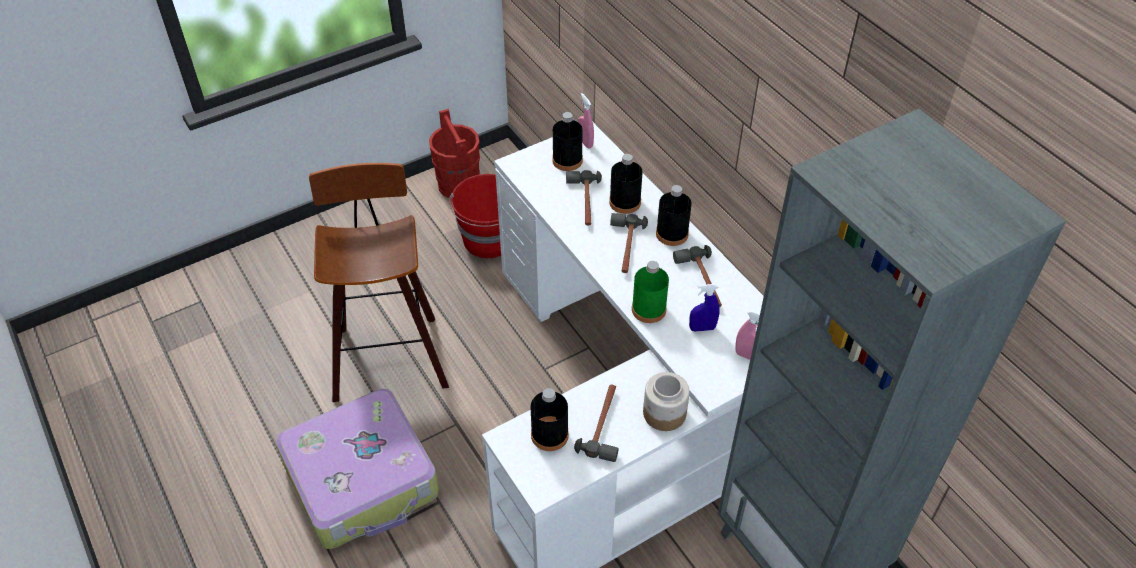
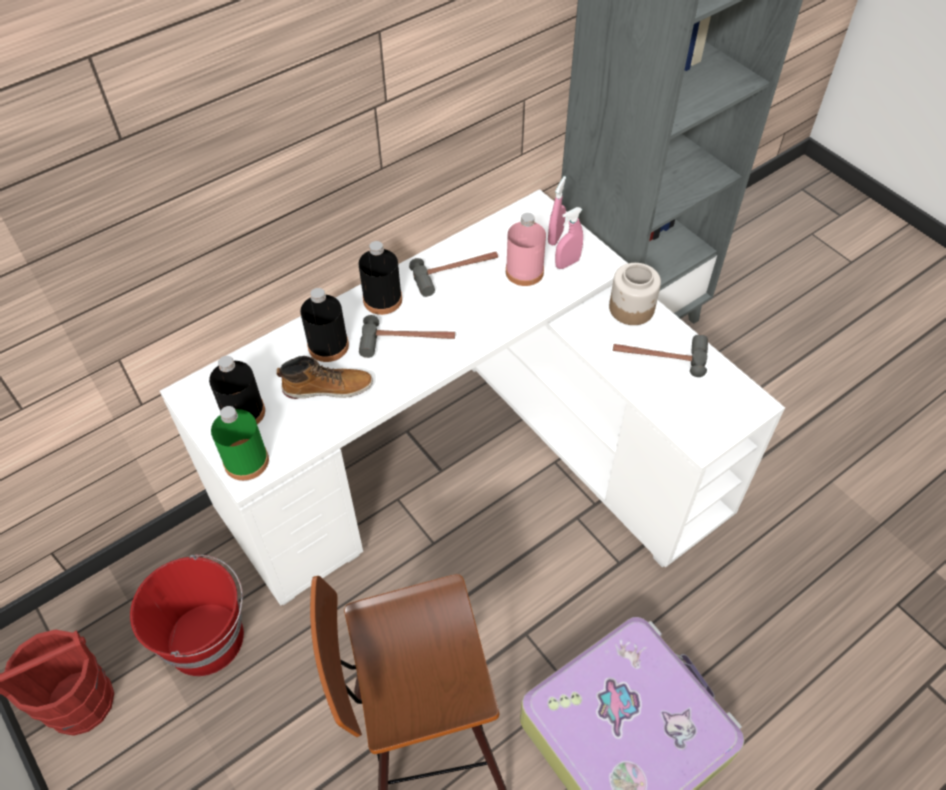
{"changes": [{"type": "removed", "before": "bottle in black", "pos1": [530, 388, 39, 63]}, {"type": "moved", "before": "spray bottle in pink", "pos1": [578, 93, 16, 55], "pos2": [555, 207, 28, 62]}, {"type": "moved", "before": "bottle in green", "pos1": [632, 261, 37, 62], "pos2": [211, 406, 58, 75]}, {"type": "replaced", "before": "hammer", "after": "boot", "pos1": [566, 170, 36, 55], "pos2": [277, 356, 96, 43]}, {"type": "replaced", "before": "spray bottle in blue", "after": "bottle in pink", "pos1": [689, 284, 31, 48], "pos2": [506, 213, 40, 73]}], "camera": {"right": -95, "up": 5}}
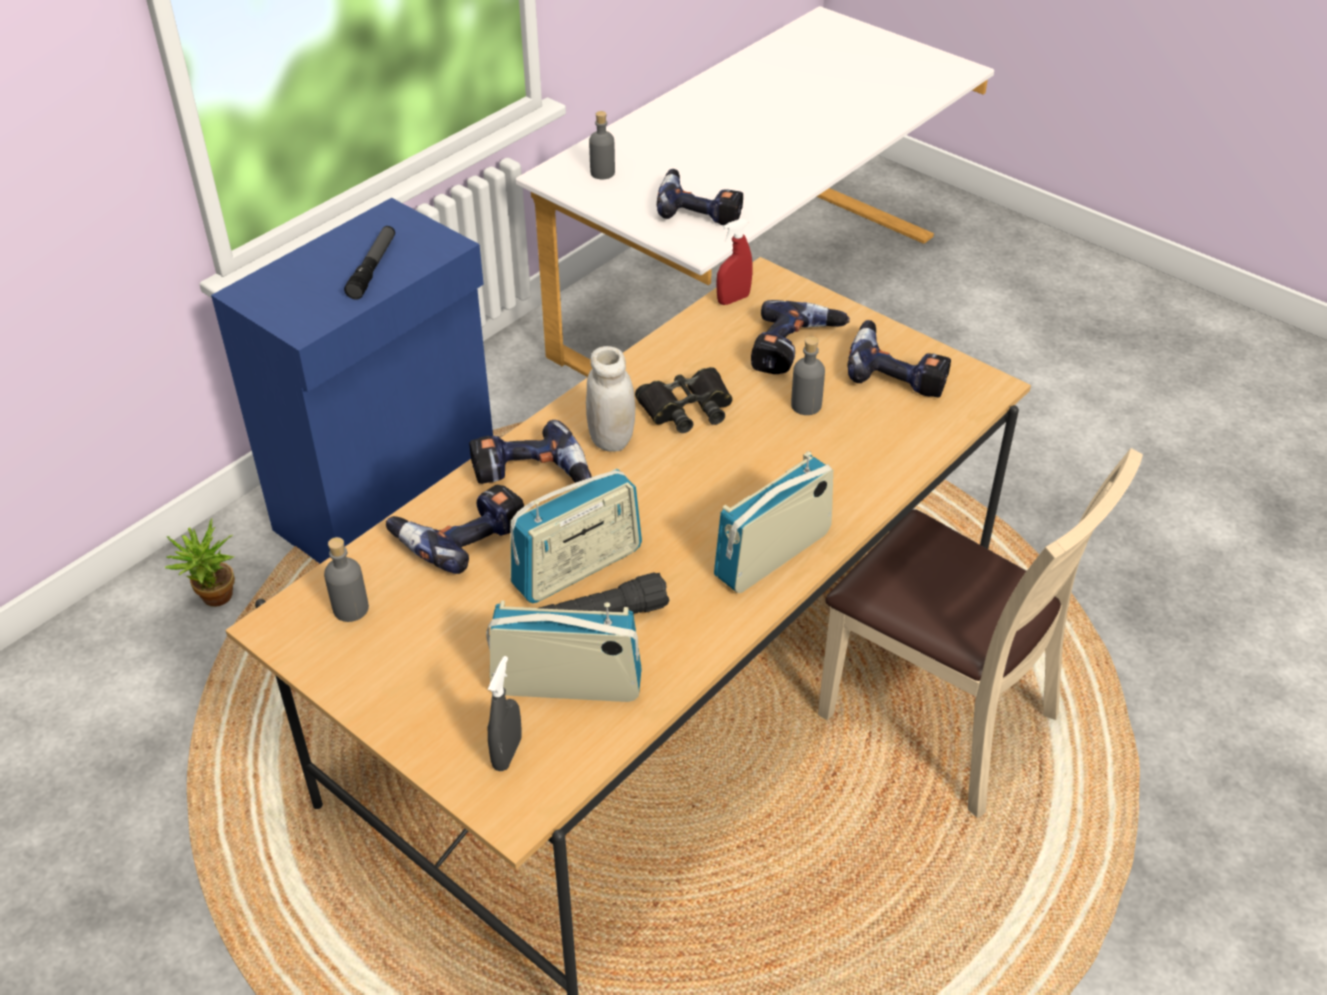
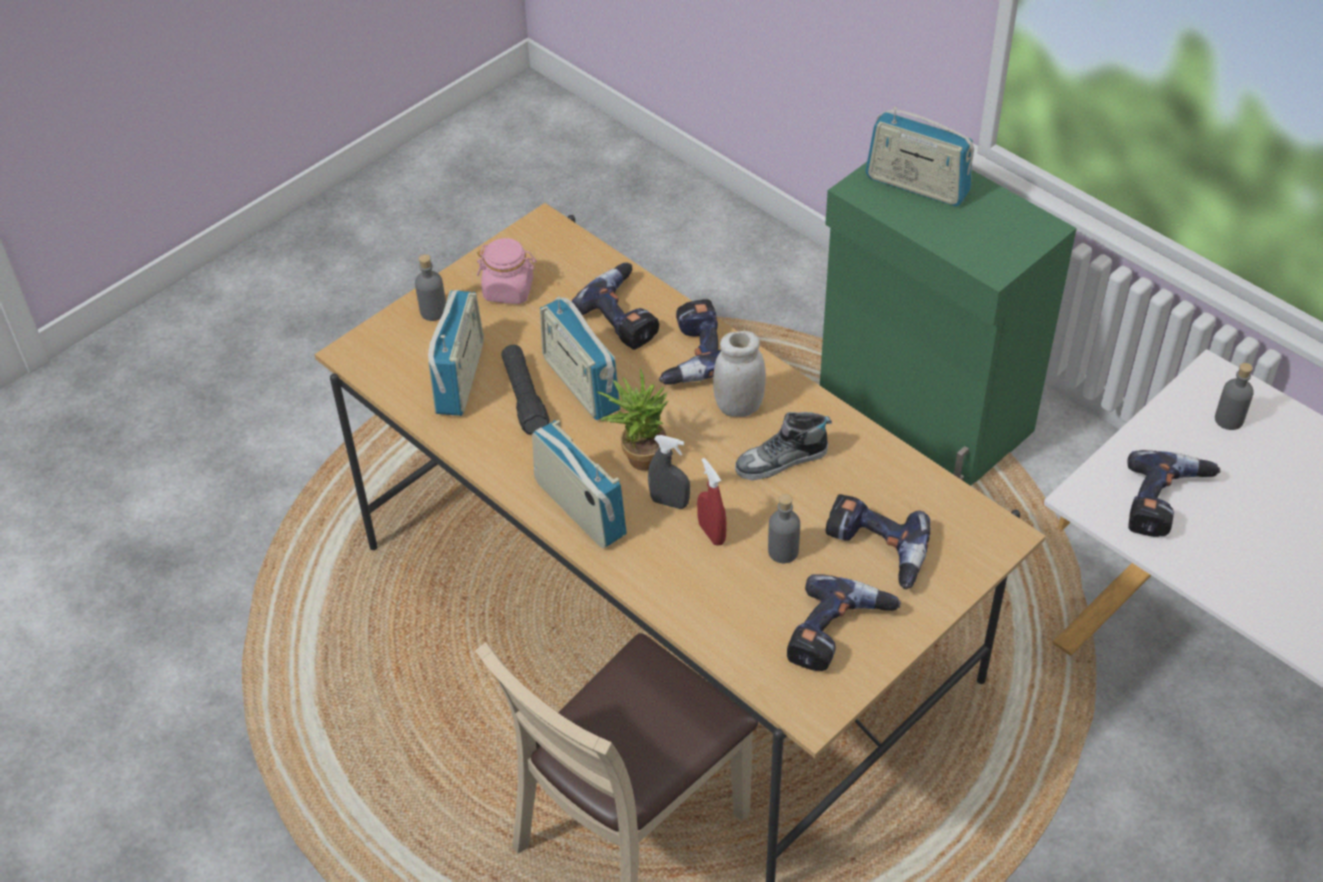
{"changes": [{"type": "removed", "before": "flashlight", "pos1": [344, 226, 51, 74]}, {"type": "added", "after": "jar in pink", "pos2": [477, 238, 59, 66]}, {"type": "added", "after": "radio", "pos2": [865, 107, 109, 99]}, {"type": "moved", "before": "potted plant", "pos1": [165, 518, 70, 89], "pos2": [597, 367, 72, 104]}, {"type": "moved", "before": "bottle in grey", "pos1": [324, 537, 45, 85], "pos2": [415, 254, 31, 67]}, {"type": "moved", "before": "spray bottle in grey", "pos1": [488, 656, 34, 115], "pos2": [648, 435, 42, 74]}, {"type": "moved", "before": "spray bottle in red", "pos1": [716, 218, 37, 87], "pos2": [697, 458, 30, 88]}, {"type": "replaced", "before": "binoculars in black", "after": "shoe", "pos1": [635, 367, 98, 66], "pos2": [735, 412, 97, 68]}, {"type": "recoloured", "before": "cabinet in blue", "after": "cabinet in green", "pos1": [211, 198, 282, 366], "pos2": [820, 162, 257, 324]}], "camera": {"right": 95, "up": 5}}
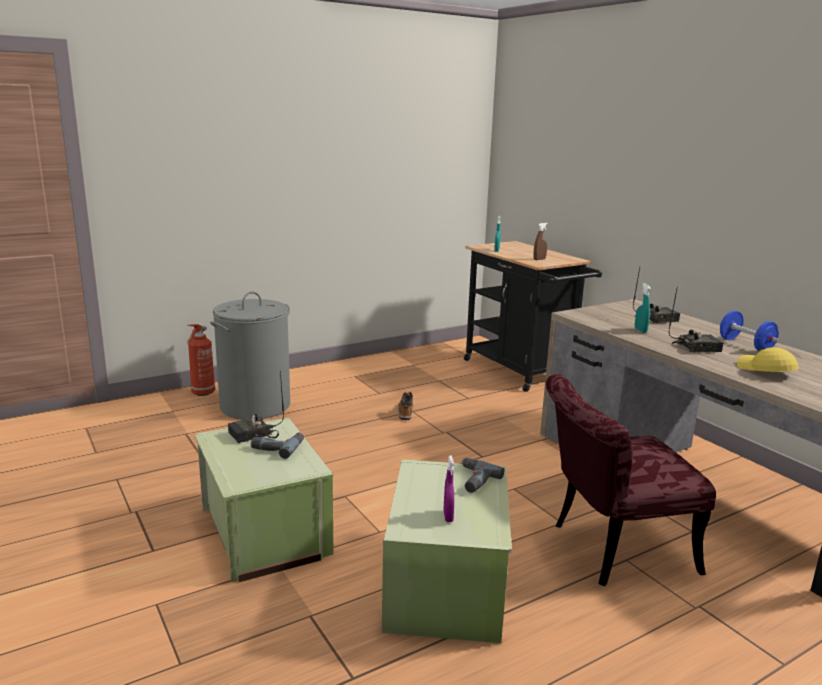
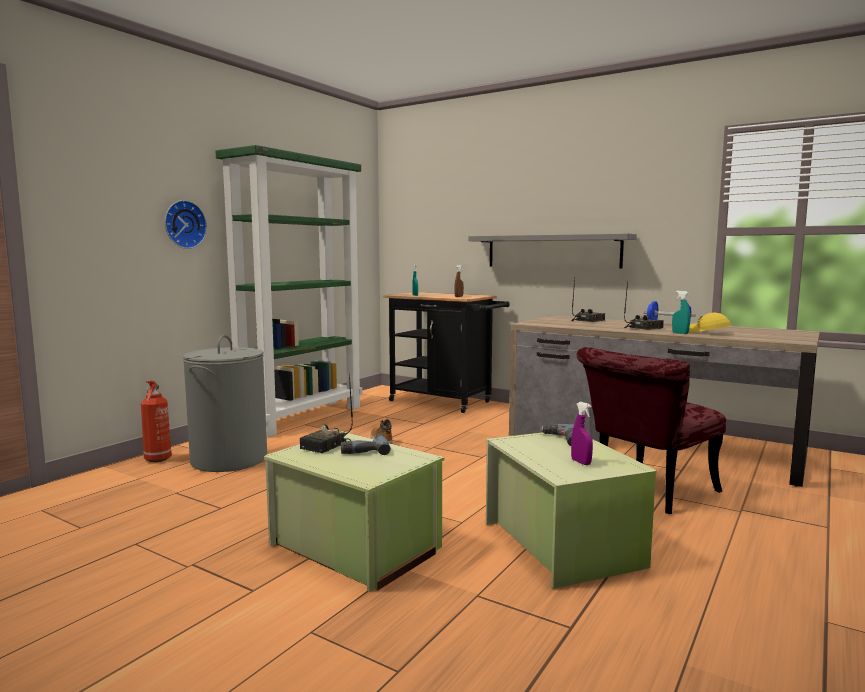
{"changes": [{"type": "added", "after": "wall clock", "pos2": [165, 200, 42, 49]}, {"type": "added", "after": "bookcase in green", "pos2": [216, 145, 147, 292]}, {"type": "added", "after": "shelf in grey", "pos2": [468, 233, 169, 35]}, {"type": "moved", "before": "spray bottle in turquoise", "pos1": [635, 283, 16, 50], "pos2": [672, 291, 18, 43]}], "camera": {"right": -25, "up": -10}}
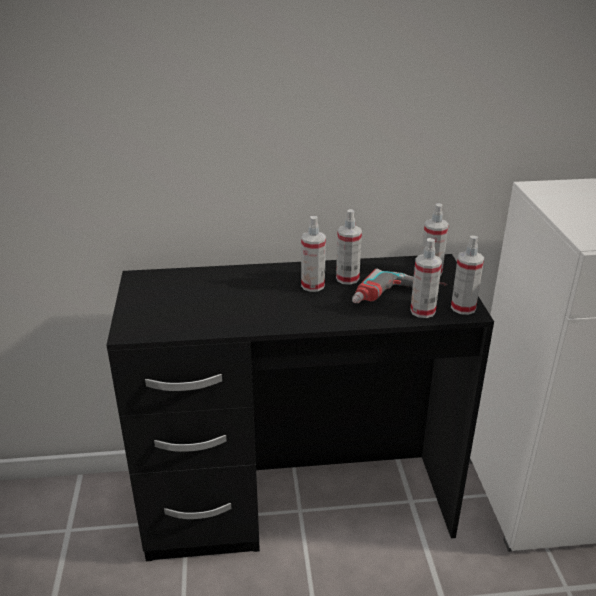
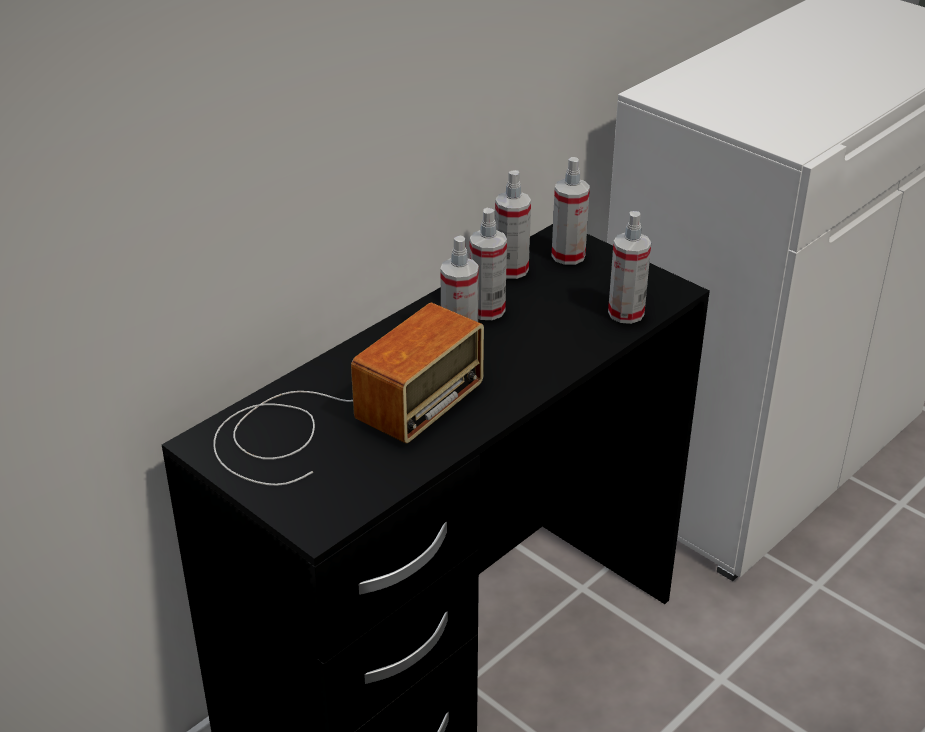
{"changes": [{"type": "removed", "before": "power drill", "pos1": [352, 268, 95, 35]}, {"type": "added", "after": "radio", "pos2": [213, 303, 271, 183]}, {"type": "moved", "before": "spray bottle", "pos1": [451, 236, 33, 79], "pos2": [495, 170, 36, 109]}], "camera": {"right": -40, "up": 5}}
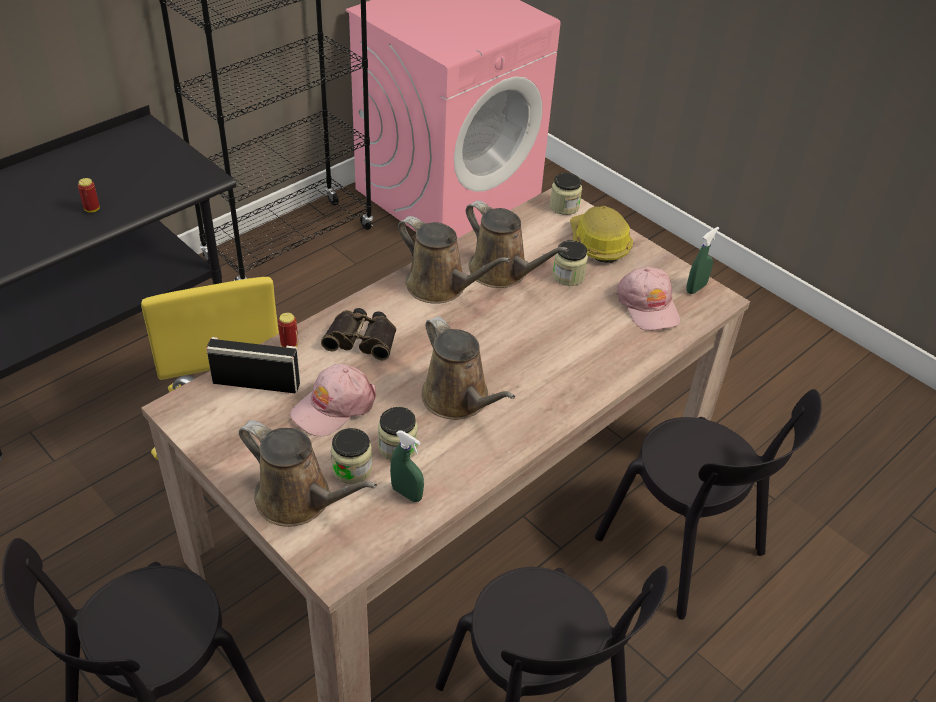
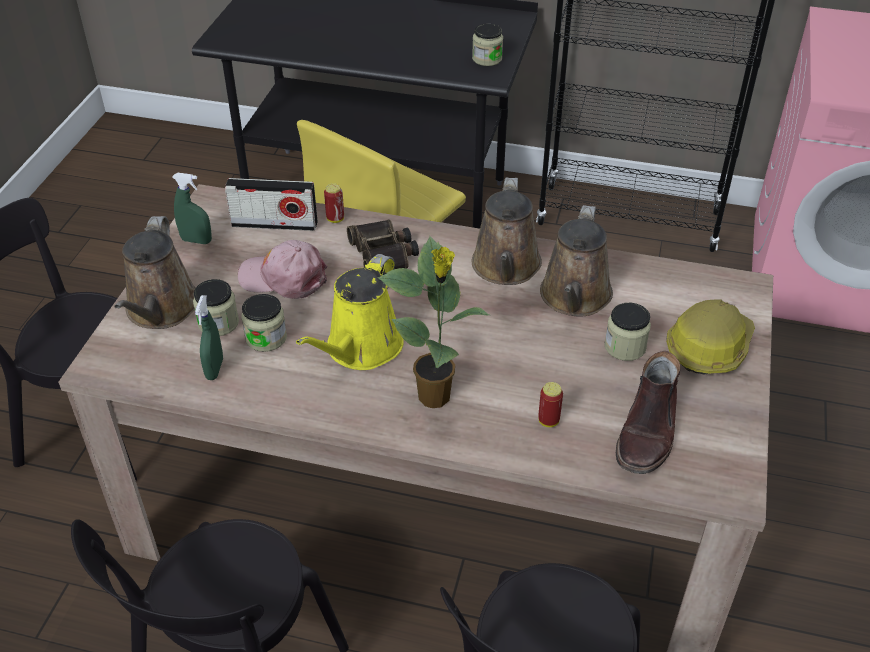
{"changes": [{"type": "added", "after": "potted plant", "pos2": [377, 236, 113, 172]}, {"type": "moved", "before": "can", "pos1": [78, 178, 22, 35], "pos2": [538, 382, 25, 45]}, {"type": "moved", "before": "jar", "pos1": [550, 173, 32, 42], "pos2": [472, 23, 31, 43]}, {"type": "moved", "before": "spray bottle in green", "pos1": [686, 227, 33, 67], "pos2": [172, 173, 40, 71]}, {"type": "replaced", "before": "cap in pink", "after": "boot in brown", "pos1": [617, 267, 63, 64], "pos2": [616, 351, 65, 123]}, {"type": "recoloured", "before": "watering can in brown", "after": "watering can in yellow", "pos1": [422, 316, 93, 104], "pos2": [296, 254, 108, 116]}, {"type": "turned", "before": "radio", "pos1": [206, 337, 94, 56], "pos2": [225, 178, 93, 53], "turn": 120}], "camera": {"right": 60, "up": 0}}
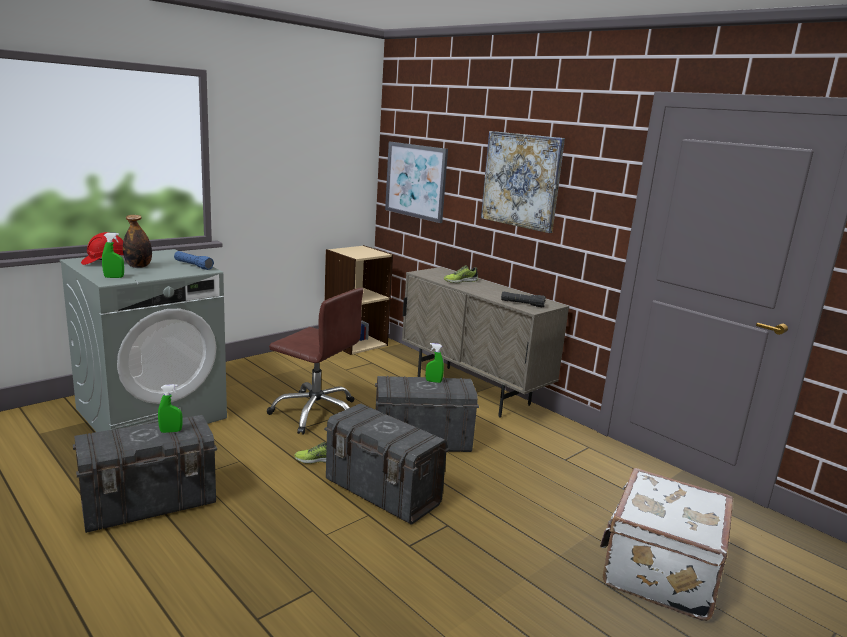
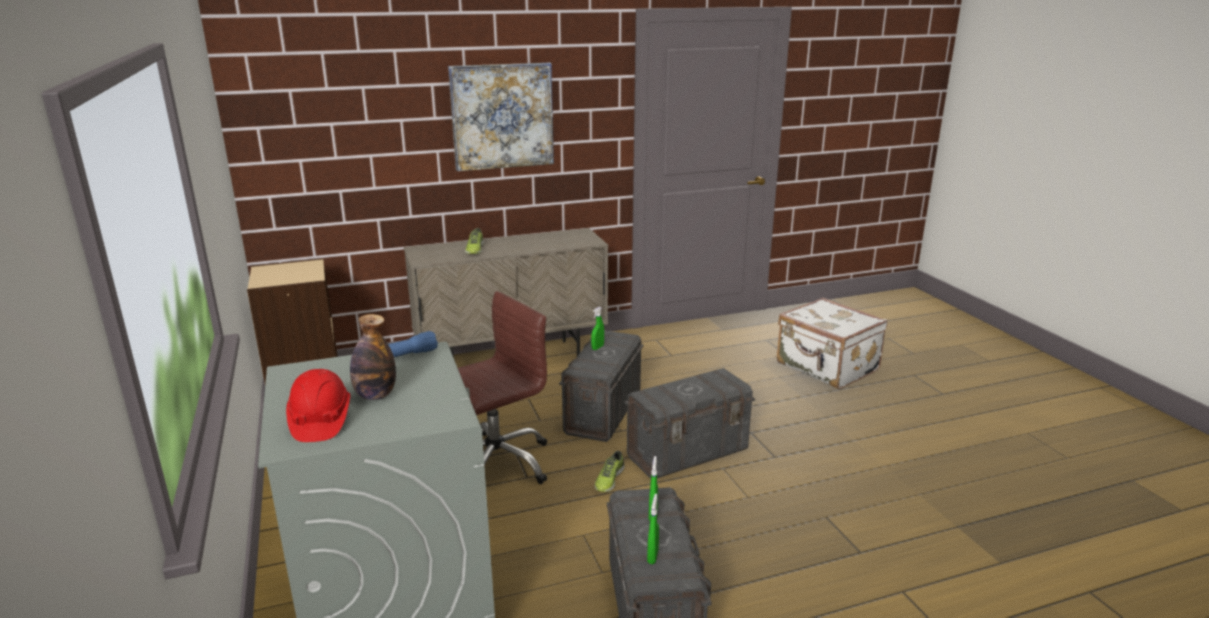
{"changes": [{"type": "removed", "before": "picture", "pos1": [385, 142, 63, 81]}, {"type": "removed", "before": "flashlight in black", "pos1": [501, 291, 45, 16]}, {"type": "moved", "before": "spray bottle in green", "pos1": [102, 233, 22, 45], "pos2": [647, 494, 12, 70]}], "camera": {"right": -65, "up": 5}}
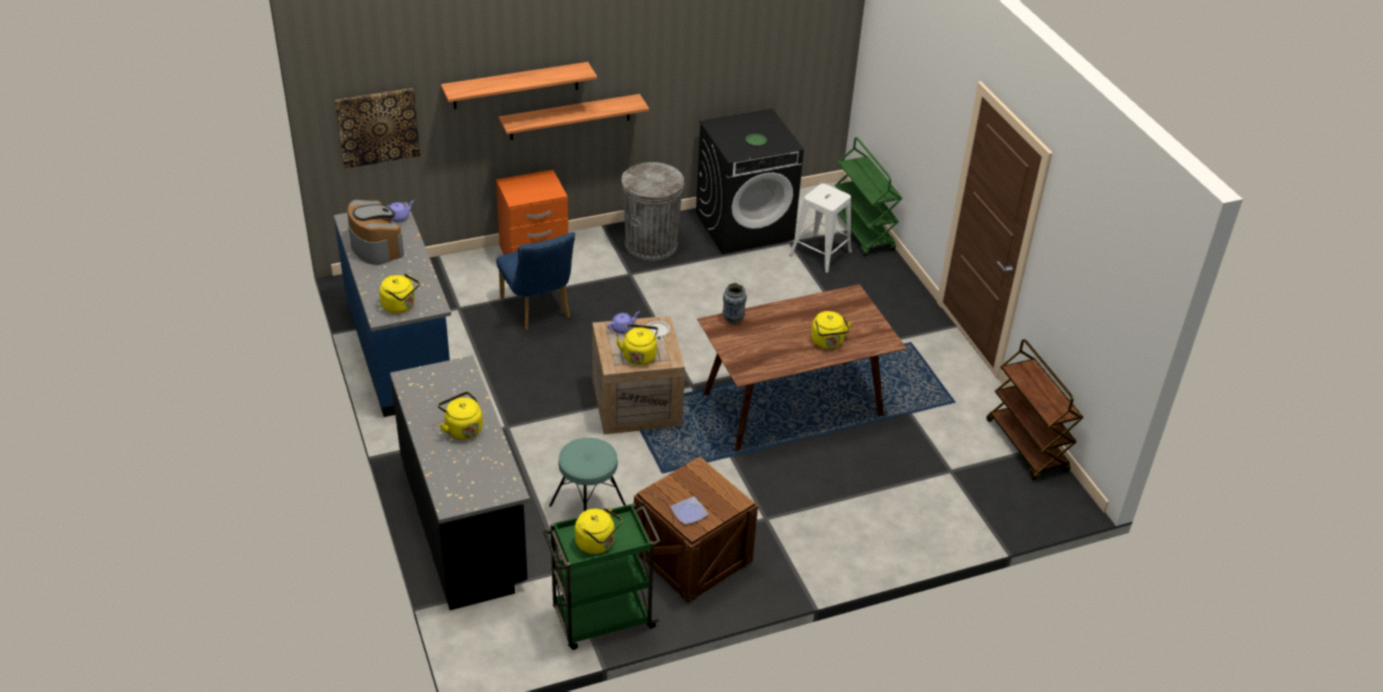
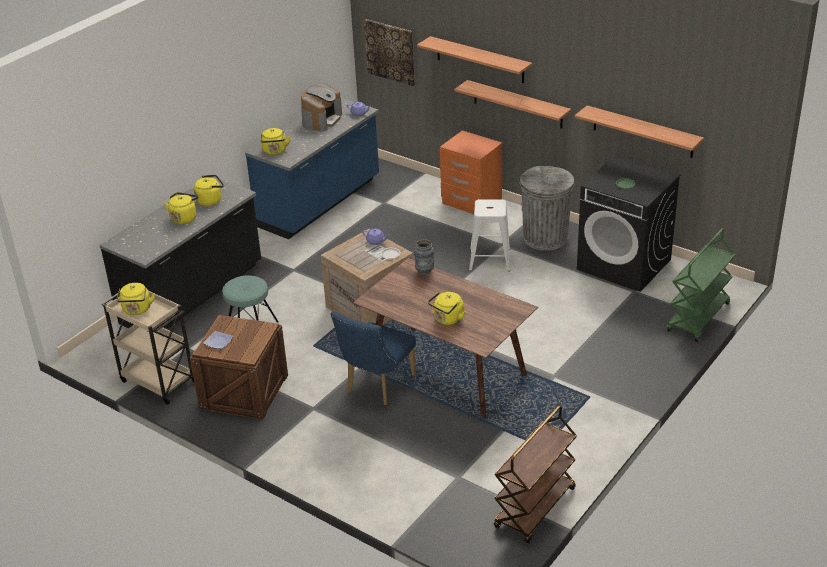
{"changes": [{"type": "added", "after": "shelf", "pos2": [575, 106, 129, 52]}, {"type": "moved", "before": "chair in blue", "pos1": [496, 232, 79, 98], "pos2": [331, 311, 85, 94]}, {"type": "moved", "before": "kettle in yellow", "pos1": [616, 324, 42, 41], "pos2": [194, 175, 30, 31]}, {"type": "moved", "before": "stool in white", "pos1": [789, 183, 63, 90], "pos2": [469, 199, 41, 73]}, {"type": "recoloured", "before": "cart in green", "after": "cart in beige", "pos1": [543, 503, 118, 147], "pos2": [102, 291, 92, 114]}], "camera": {"right": 60, "up": -5}}
